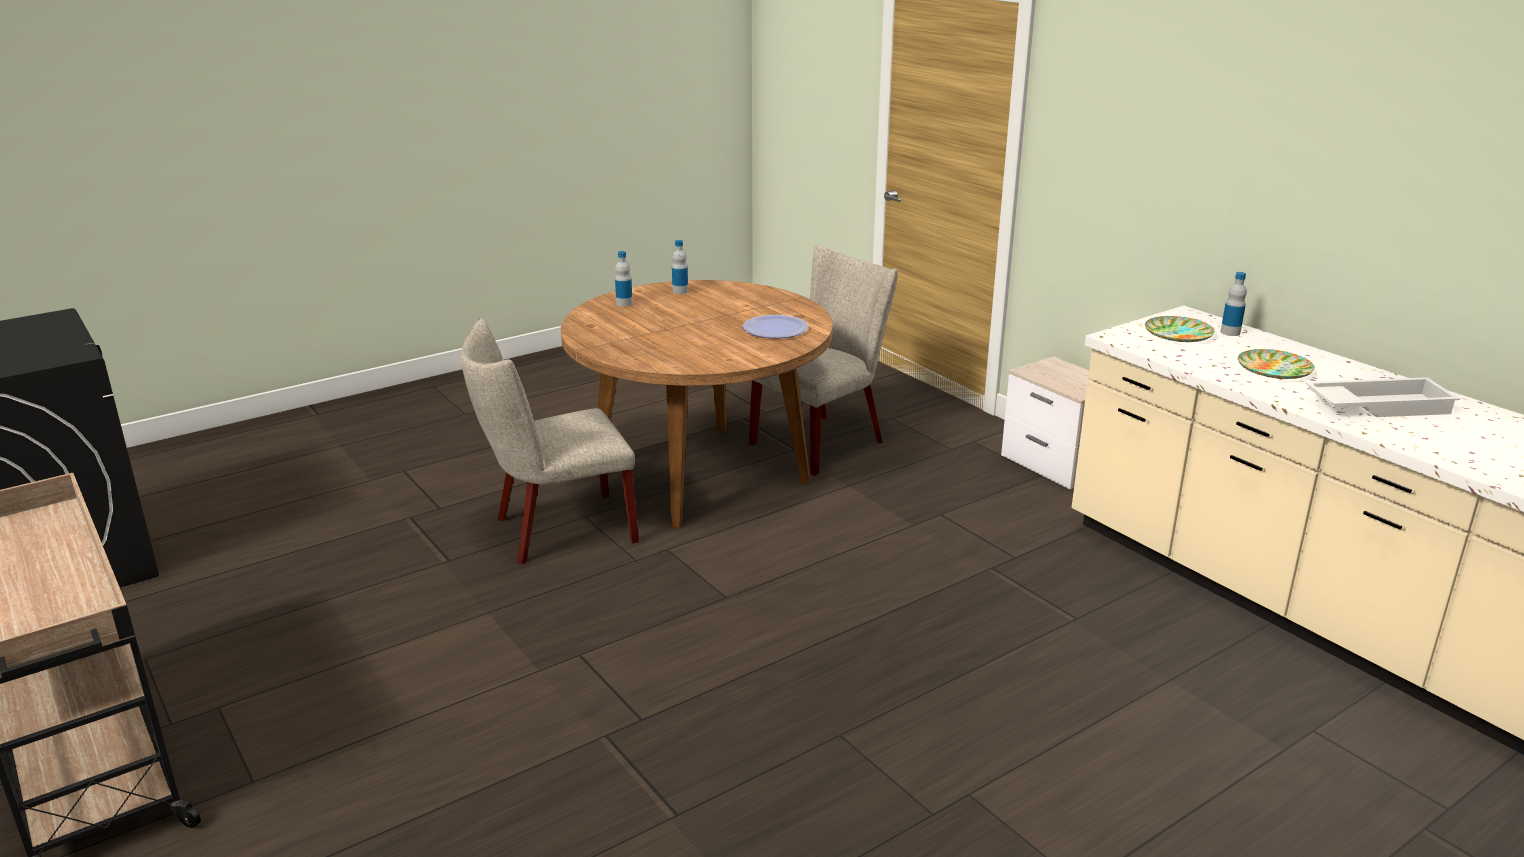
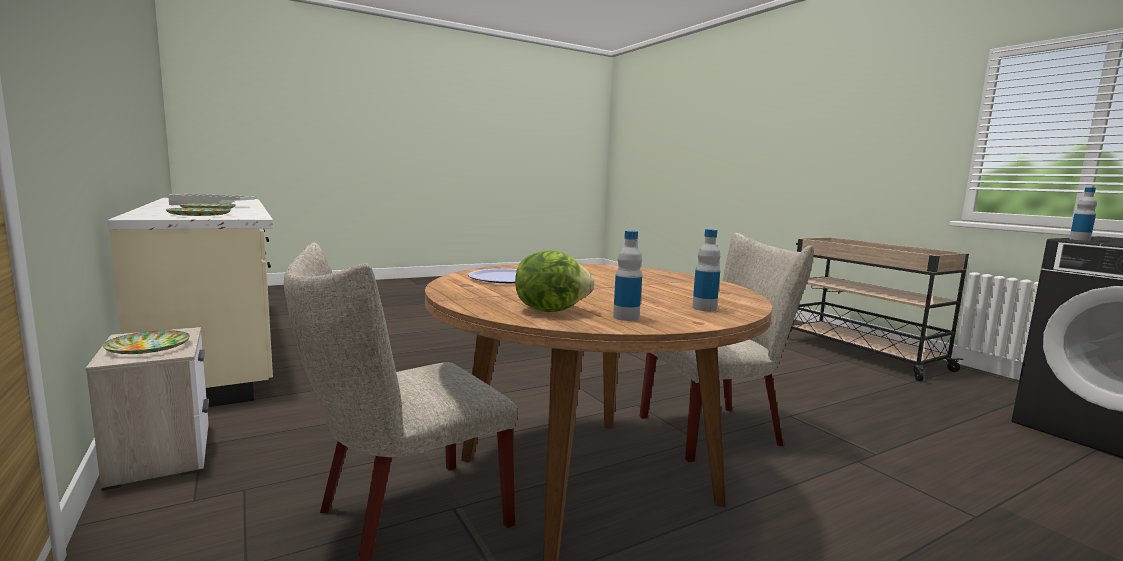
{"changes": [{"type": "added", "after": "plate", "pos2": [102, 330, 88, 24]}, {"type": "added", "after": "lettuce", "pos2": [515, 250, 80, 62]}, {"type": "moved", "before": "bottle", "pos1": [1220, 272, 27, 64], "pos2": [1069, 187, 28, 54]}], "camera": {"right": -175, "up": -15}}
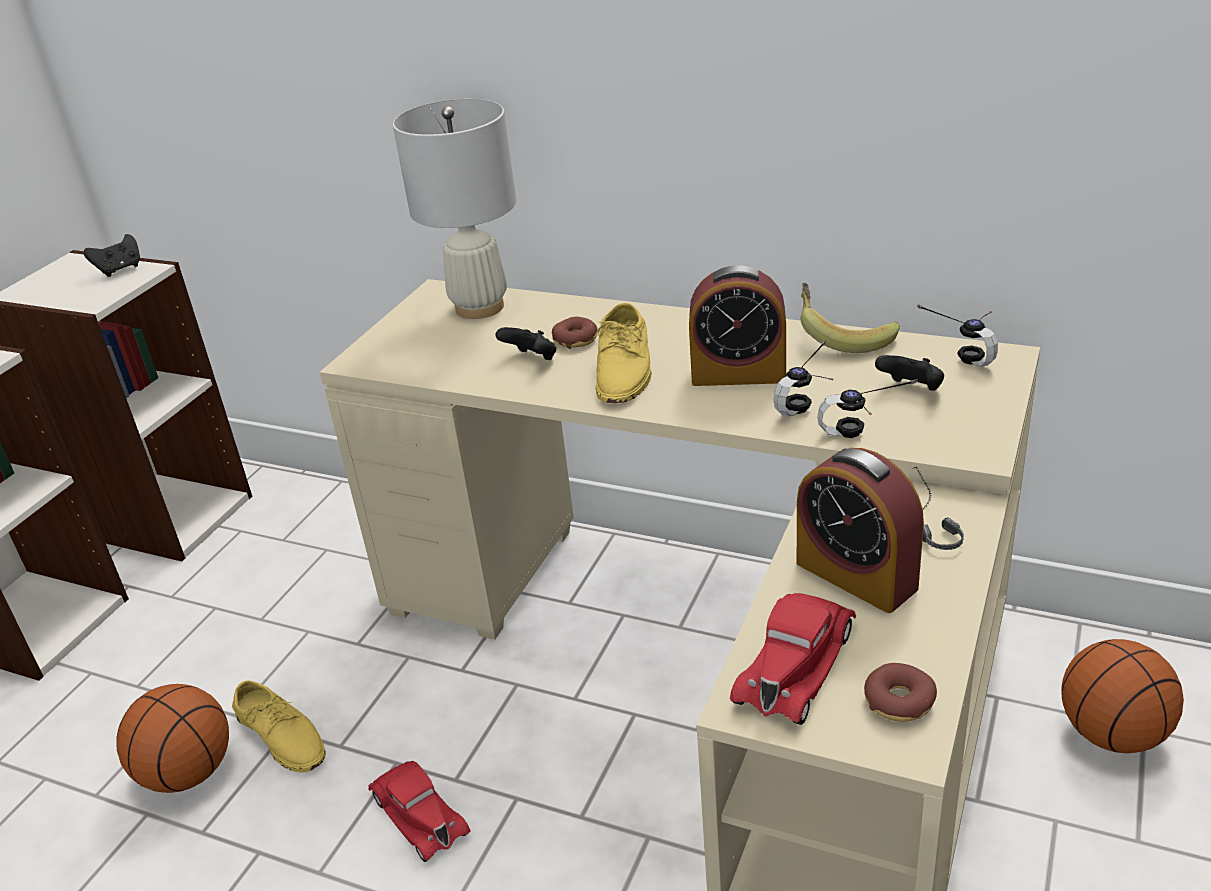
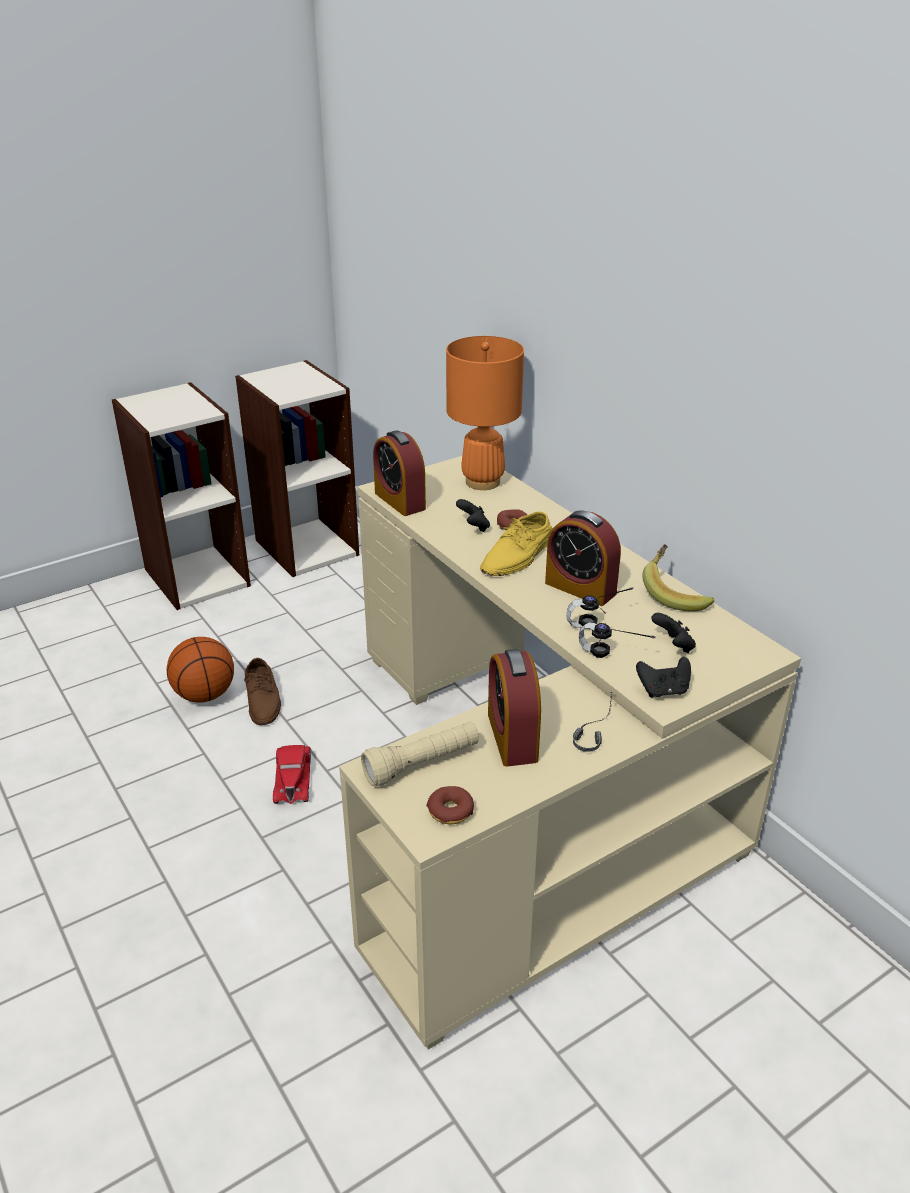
{"changes": [{"type": "removed", "before": "headphones", "pos1": [917, 304, 81, 62]}, {"type": "removed", "before": "basketball", "pos1": [1061, 639, 123, 114]}, {"type": "added", "after": "alarm clock", "pos2": [373, 430, 53, 86]}, {"type": "moved", "before": "game controller in black", "pos1": [83, 234, 57, 43], "pos2": [636, 657, 55, 41]}, {"type": "replaced", "before": "toy car in red", "after": "flashlight in beige", "pos1": [730, 593, 126, 132], "pos2": [361, 722, 118, 65]}, {"type": "recoloured", "before": "shoe in yellow", "after": "shoe in brown", "pos1": [232, 681, 94, 92], "pos2": [244, 658, 37, 67]}, {"type": "recoloured", "before": "table lamp in white", "after": "table lamp in orange", "pos1": [393, 99, 123, 220], "pos2": [446, 336, 78, 154]}], "camera": {"right": 30, "up": 0}}
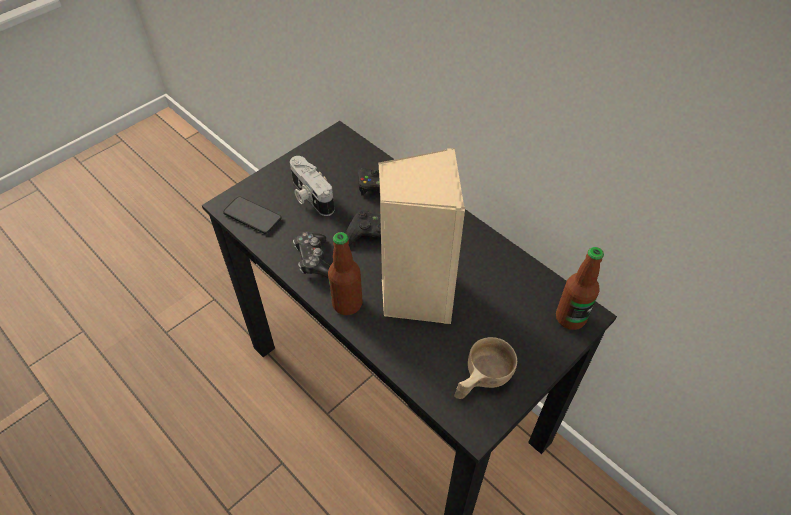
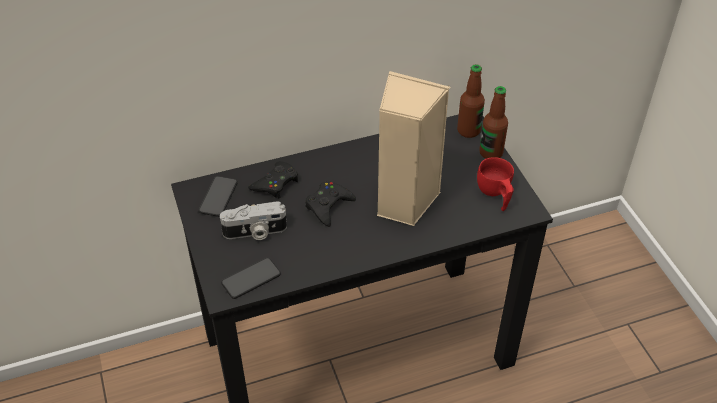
{"changes": [{"type": "removed", "before": "game controller", "pos1": [293, 232, 37, 46]}, {"type": "added", "after": "phone", "pos2": [198, 176, 40, 41]}, {"type": "moved", "before": "bottle", "pos1": [328, 232, 34, 83], "pos2": [479, 86, 29, 73]}, {"type": "recoloured", "before": "cup in beige", "after": "cup in red", "pos1": [454, 337, 63, 62], "pos2": [477, 157, 37, 54]}], "camera": {"right": -65, "up": -5}}
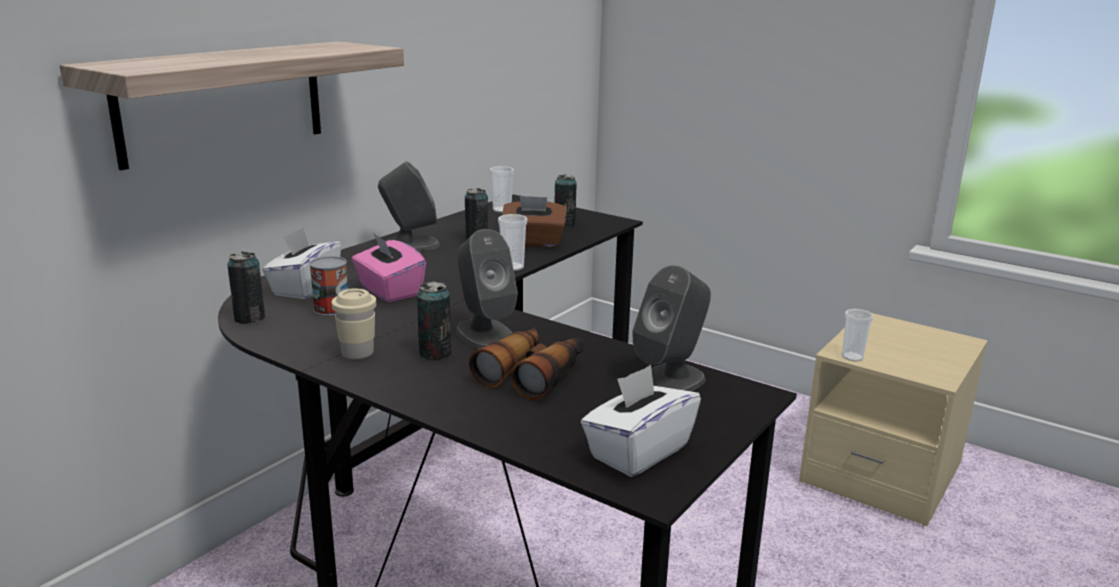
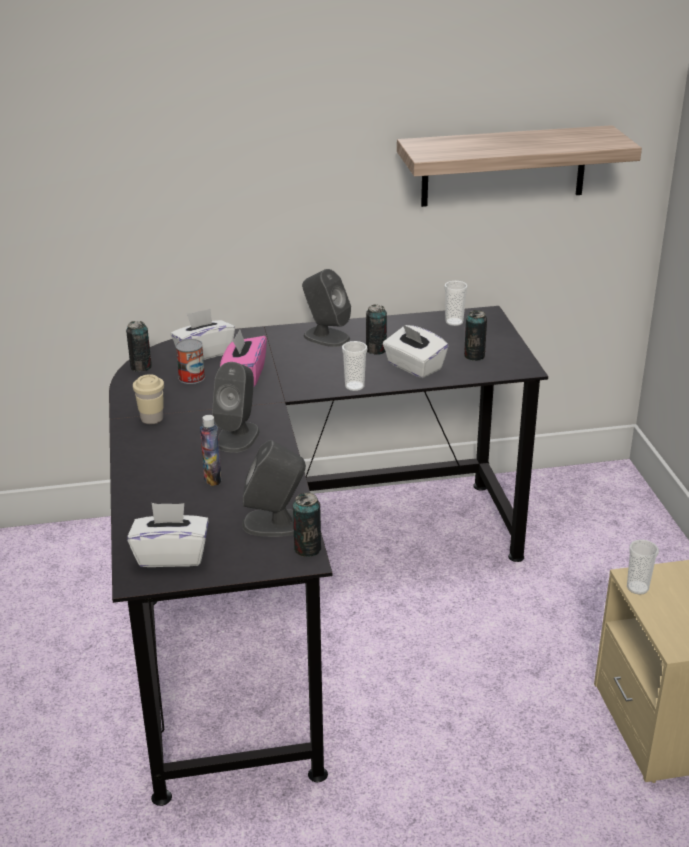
{"changes": [{"type": "moved", "before": "shelf", "pos1": [60, 41, 344, 129], "pos2": [397, 125, 245, 82]}, {"type": "moved", "before": "can", "pos1": [417, 281, 34, 79], "pos2": [293, 492, 28, 65]}, {"type": "replaced", "before": "binoculars", "after": "bottle", "pos1": [469, 327, 115, 73], "pos2": [200, 415, 22, 71]}, {"type": "recoloured", "before": "tissue box in brown", "after": "tissue box in white", "pos1": [502, 195, 65, 52], "pos2": [383, 324, 65, 54]}], "camera": {"right": 45, "up": 10}}
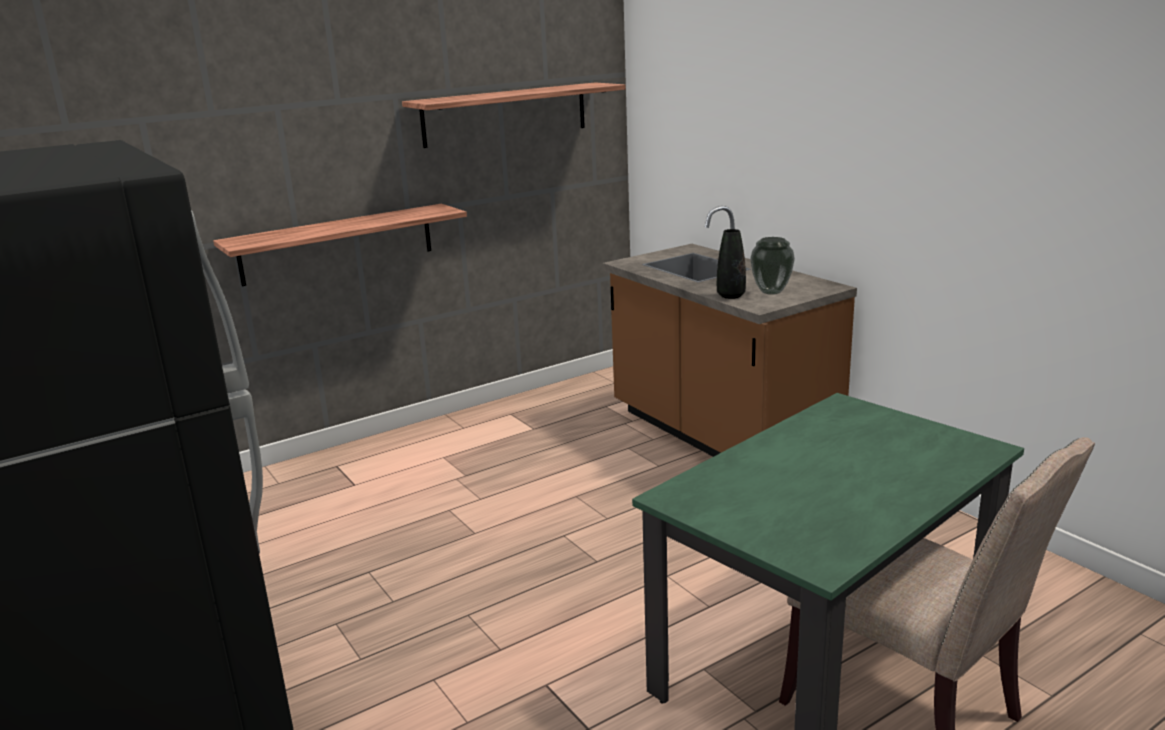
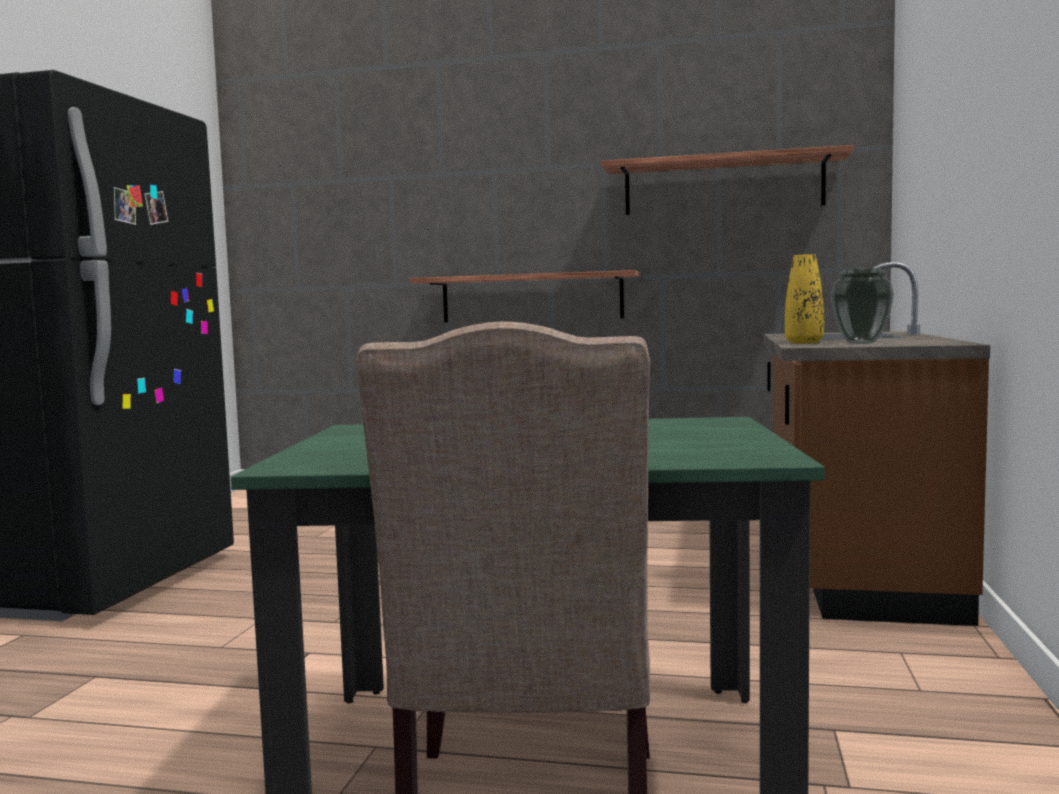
{"changes": [{"type": "recoloured", "before": "vase in black", "after": "vase in yellow", "pos1": [717, 229, 29, 70], "pos2": [785, 254, 39, 90]}], "camera": {"right": 45, "up": -15}}
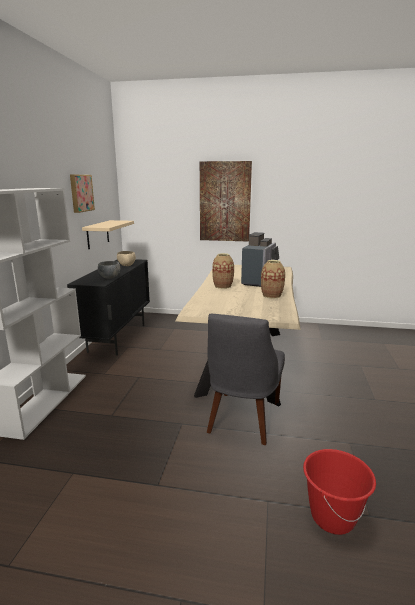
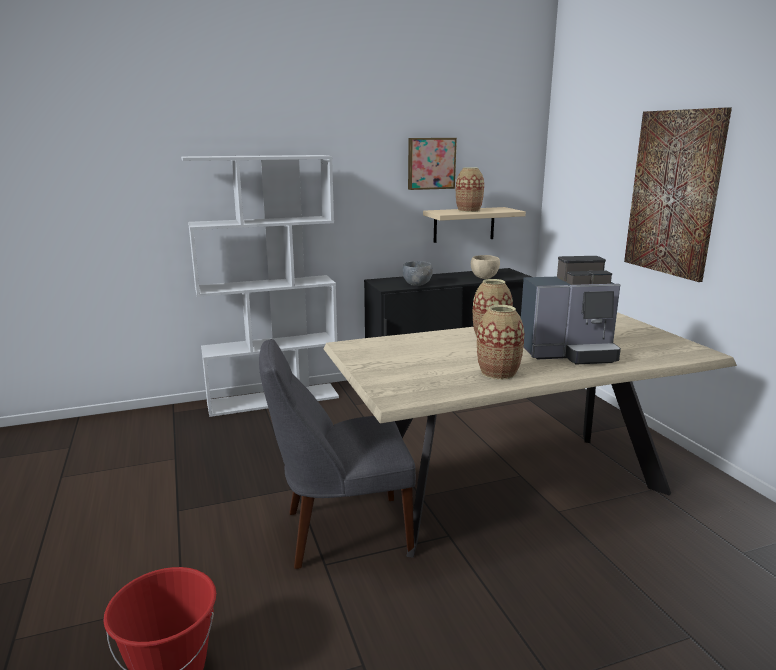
{"changes": [{"type": "added", "after": "vase", "pos2": [456, 167, 28, 45]}], "camera": {"right": 60, "up": 0}}
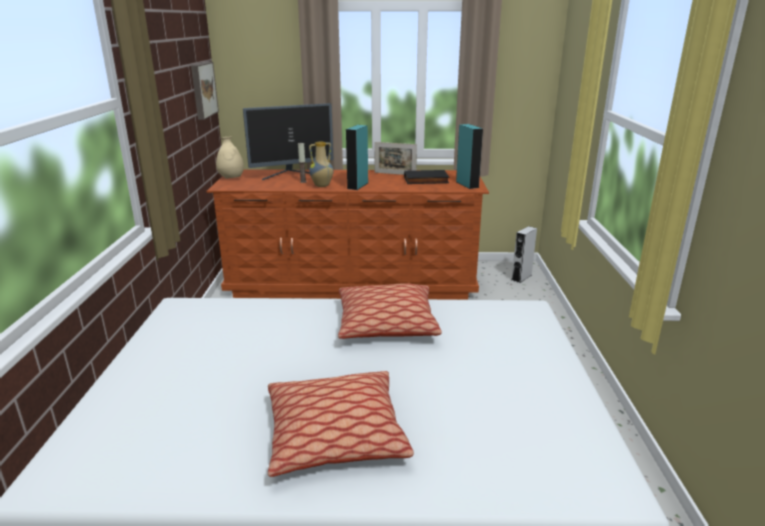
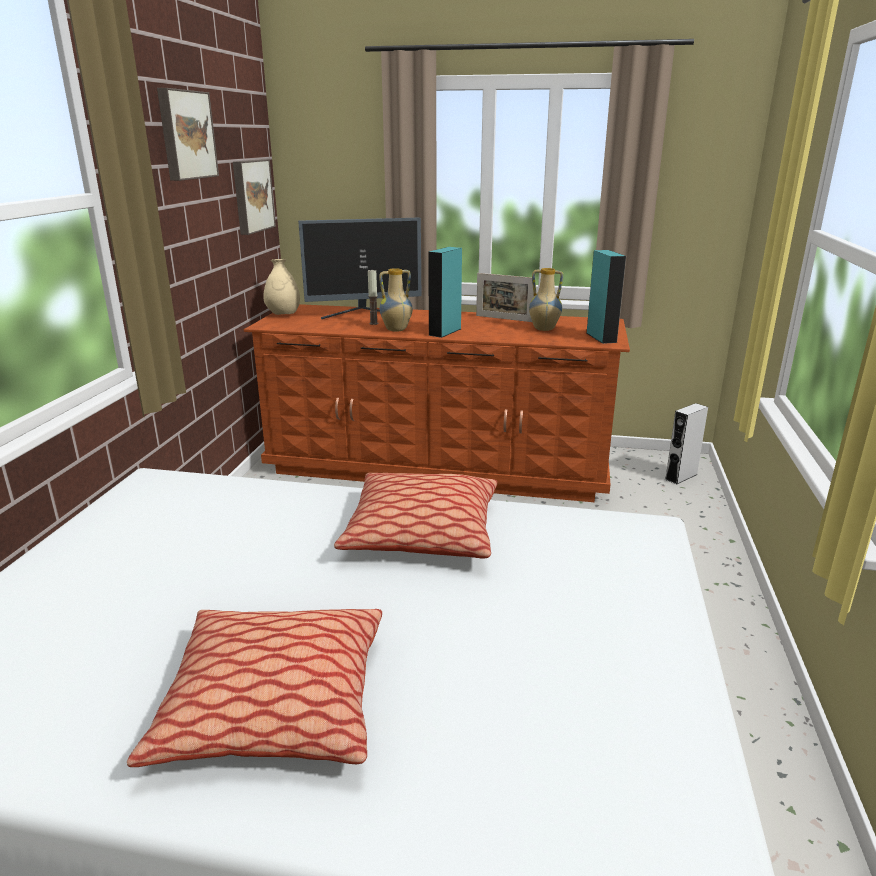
{"changes": [{"type": "added", "after": "picture", "pos2": [157, 88, 62, 93]}, {"type": "replaced", "before": "book in black", "after": "vase", "pos1": [404, 170, 45, 14], "pos2": [529, 268, 34, 63]}], "camera": {"right": 10, "up": 0}}
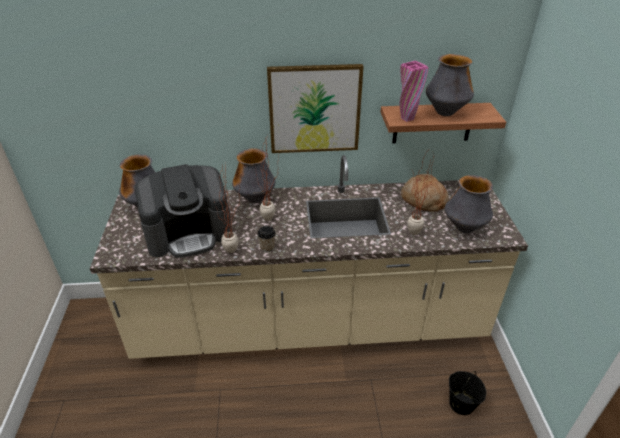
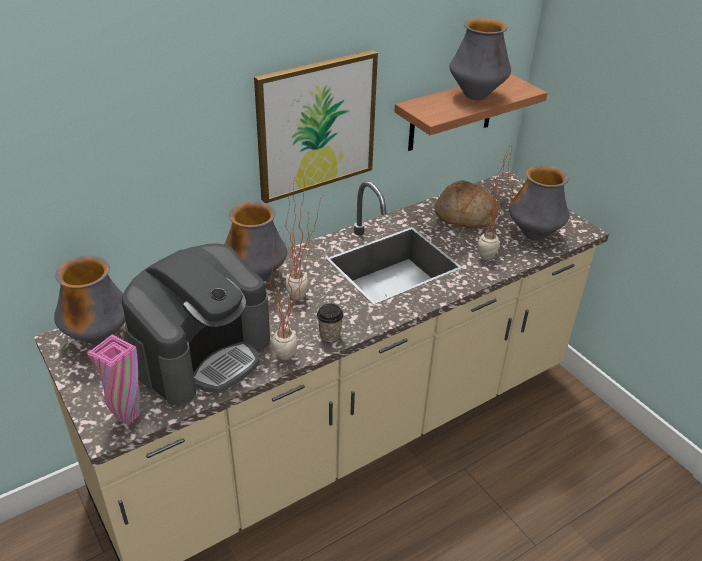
{"changes": [{"type": "removed", "before": "bucket in black", "pos1": [449, 371, 37, 44]}, {"type": "moved", "before": "vase in pink", "pos1": [400, 61, 28, 61], "pos2": [87, 334, 53, 91]}], "camera": {"right": -30, "up": 0}}
